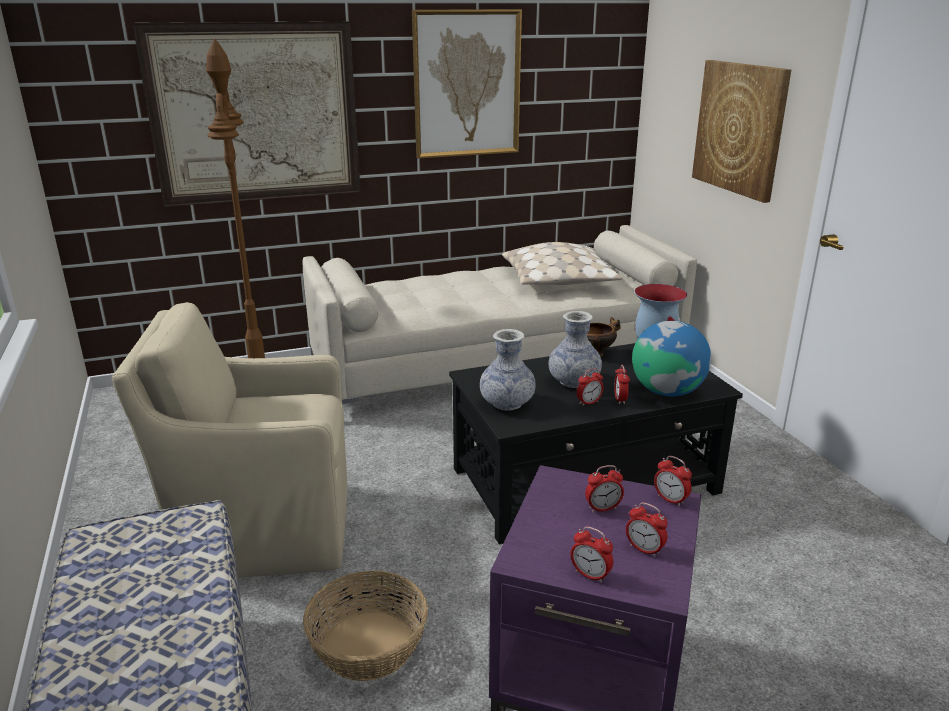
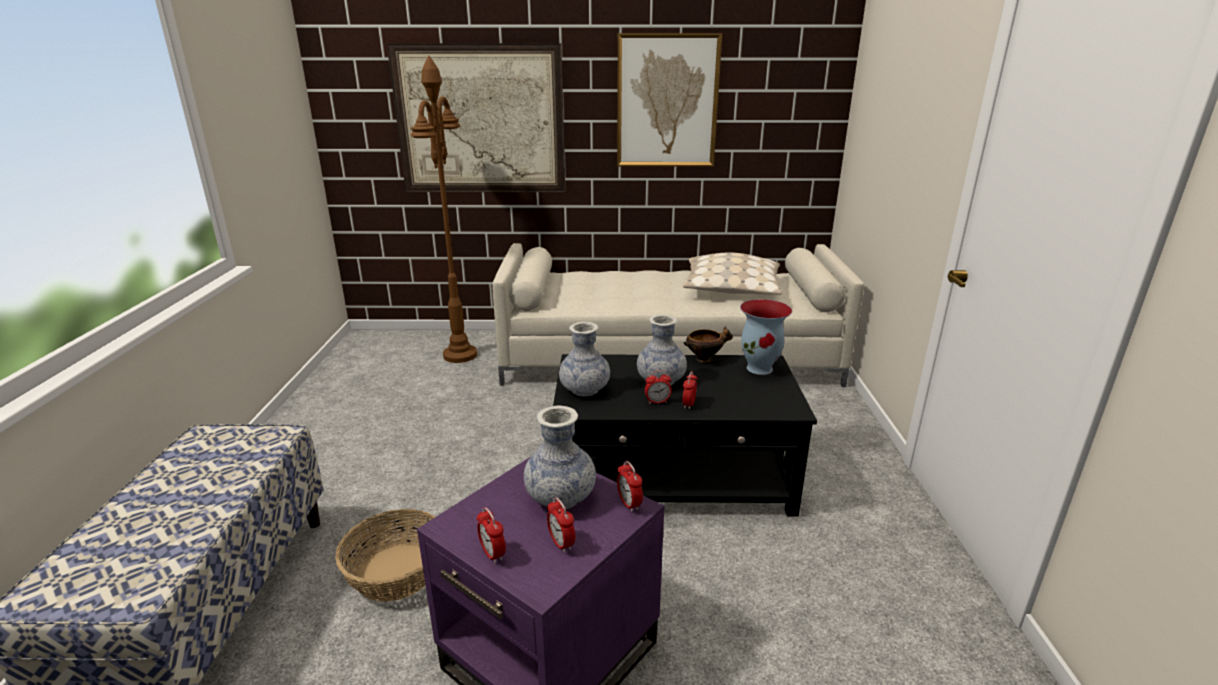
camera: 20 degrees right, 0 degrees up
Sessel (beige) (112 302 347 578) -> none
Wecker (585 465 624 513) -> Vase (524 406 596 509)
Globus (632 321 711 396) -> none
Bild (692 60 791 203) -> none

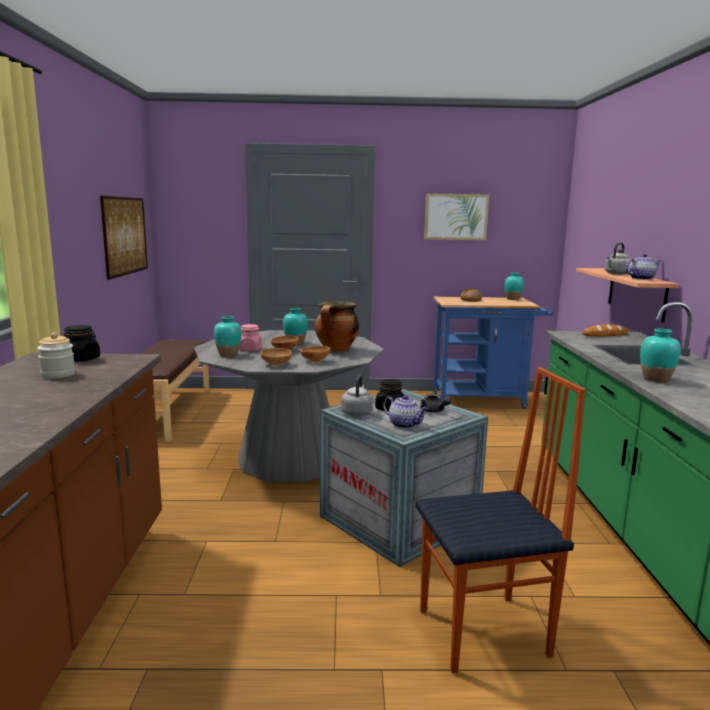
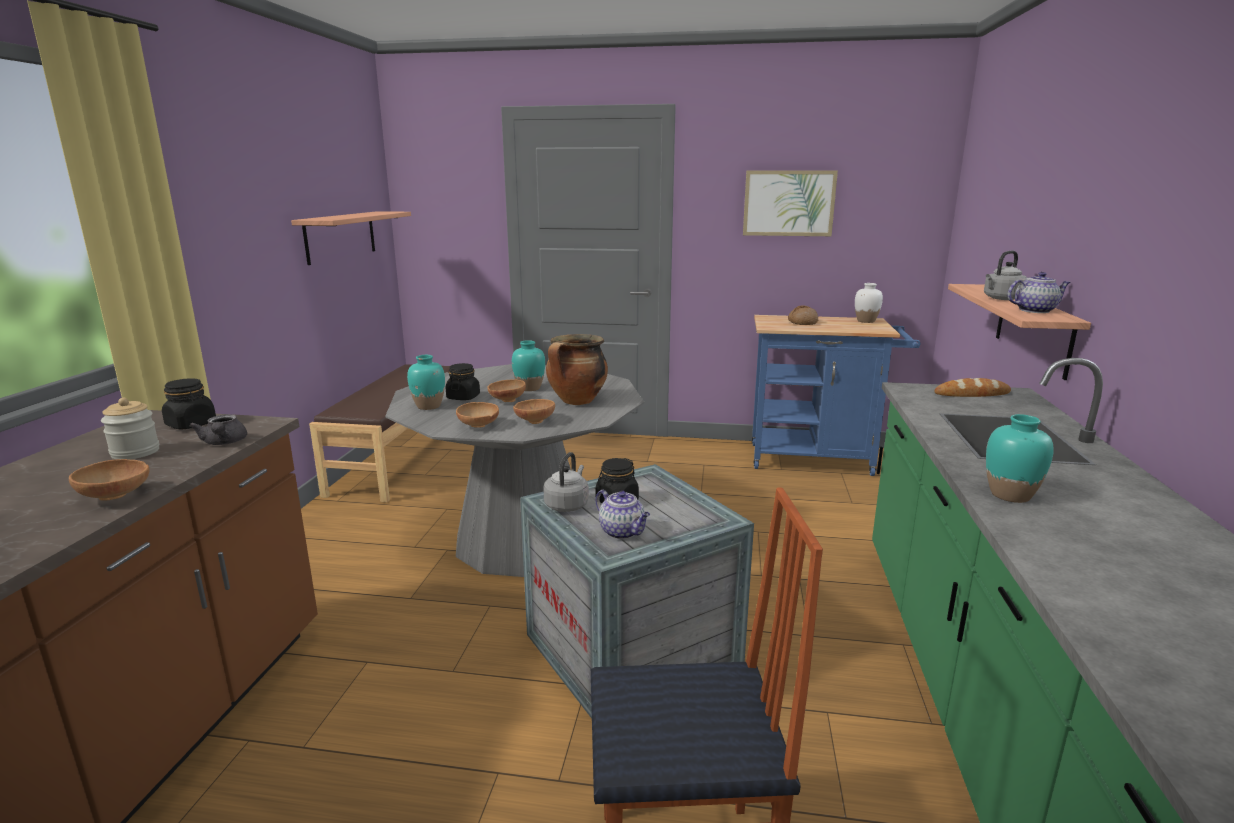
camera: 10 degrees right, 5 degrees up
Bild (100 196 148 280) -> Wandregal (291 211 411 265)
Vorratsglas (rosa) (239 324 262 351) -> Vorratsglas (schwarz) (446 363 480 400)
Teekanne (grau) (420 394 451 413) -> Teekanne (grau) (189 414 247 445), moved
Vase (türkis) (505 272 524 300) -> Vase (weiß) (855 283 883 323)
none -> Schüssel (braun) (69 459 149 500)

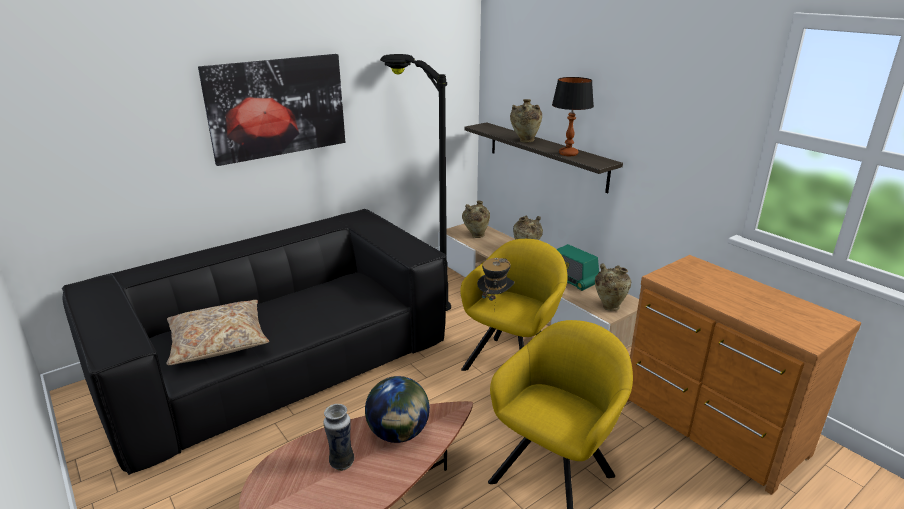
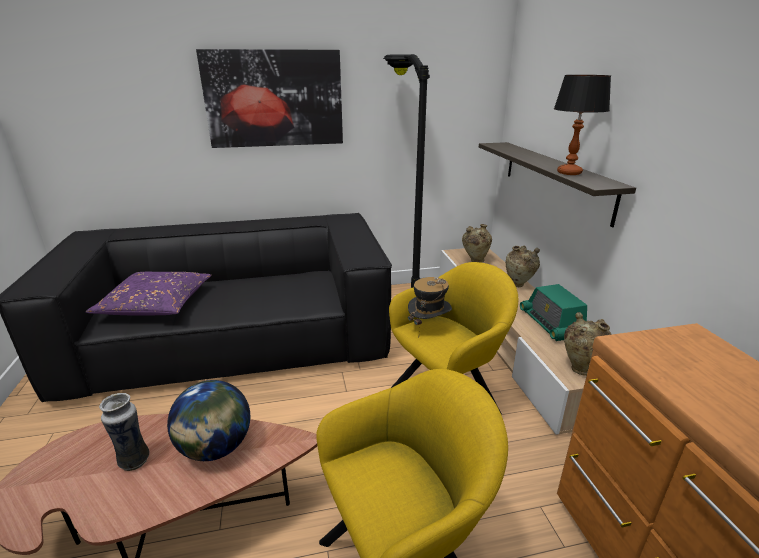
camera: 25 degrees right, 0 degrees up
Kissen (beige) (167 300 269 365) -> Kissen (lila) (86 272 212 316)
Vase (beige) (510 99 542 143) -> none

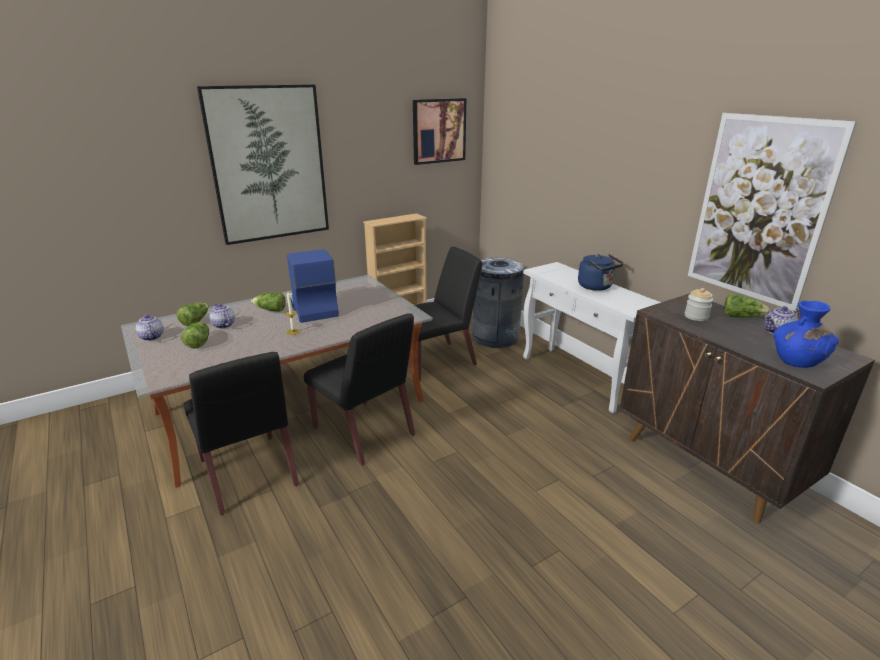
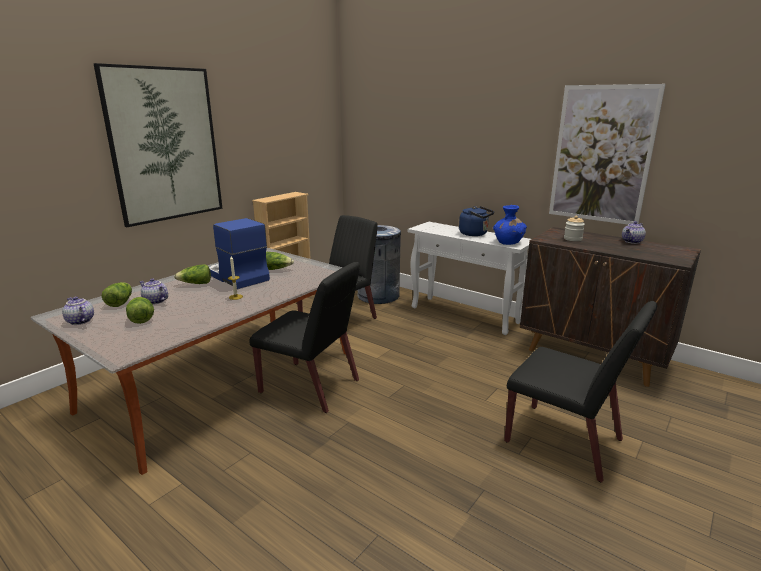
camera: 20 degrees left, 5 degrees down
Stuhl (schwarz) (184 352 299 515) -> Stuhl (schwarz) (504 301 657 482), moved
Bild (413 98 466 165) -> none
Salatkopf (724 293 771 317) -> Salatkopf (266 252 294 270), moved
Vase (blau) (773 300 839 368) -> Vase (blau) (493 205 527 245), moved

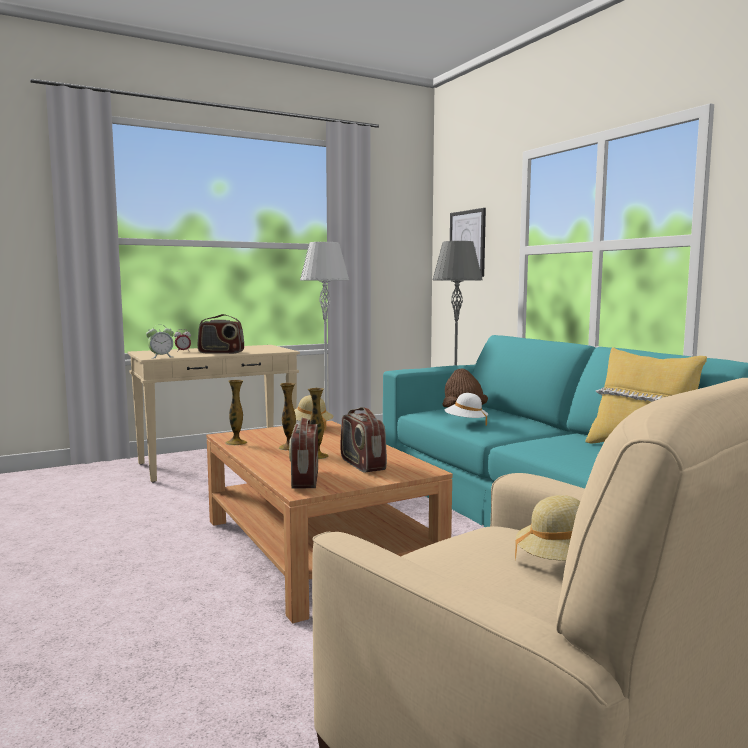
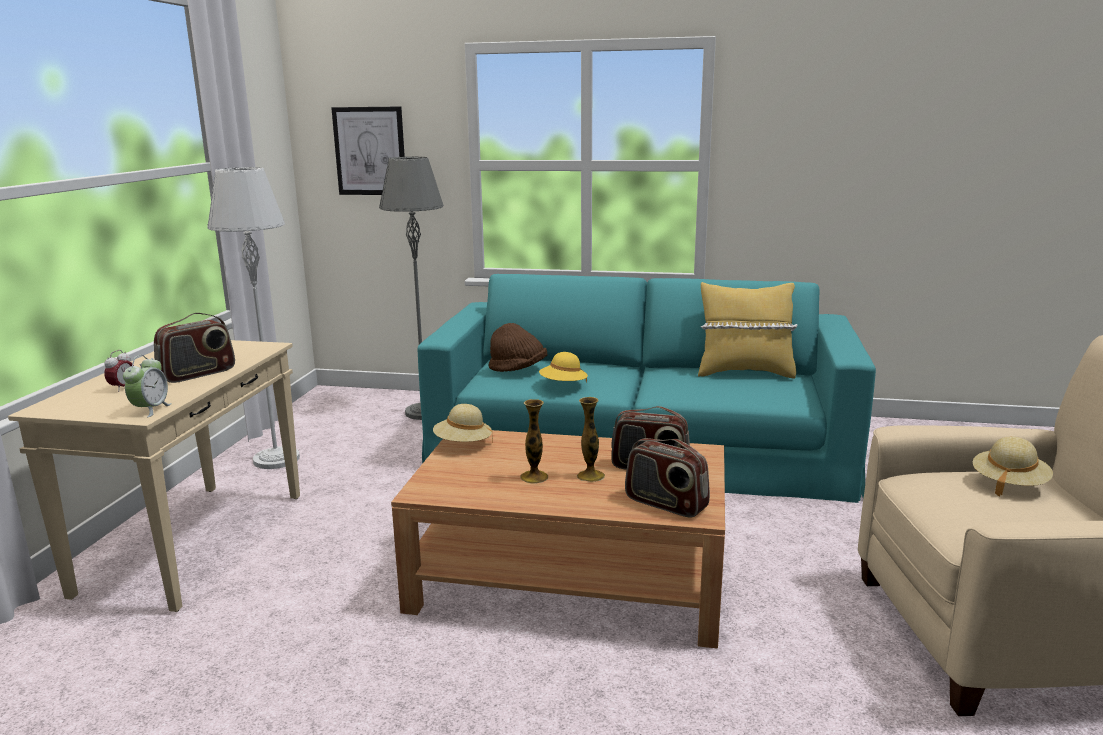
camera: 50 degrees left, 10 degrees up
Vase (225 380 247 445) -> none
Hut (weiß) (445 393 488 426) -> Hut (gelb) (539 352 588 383)

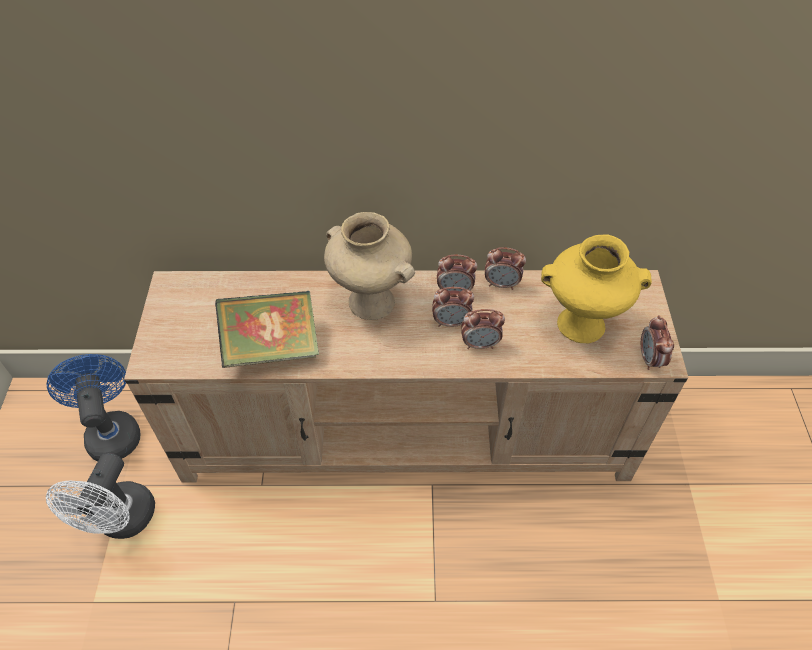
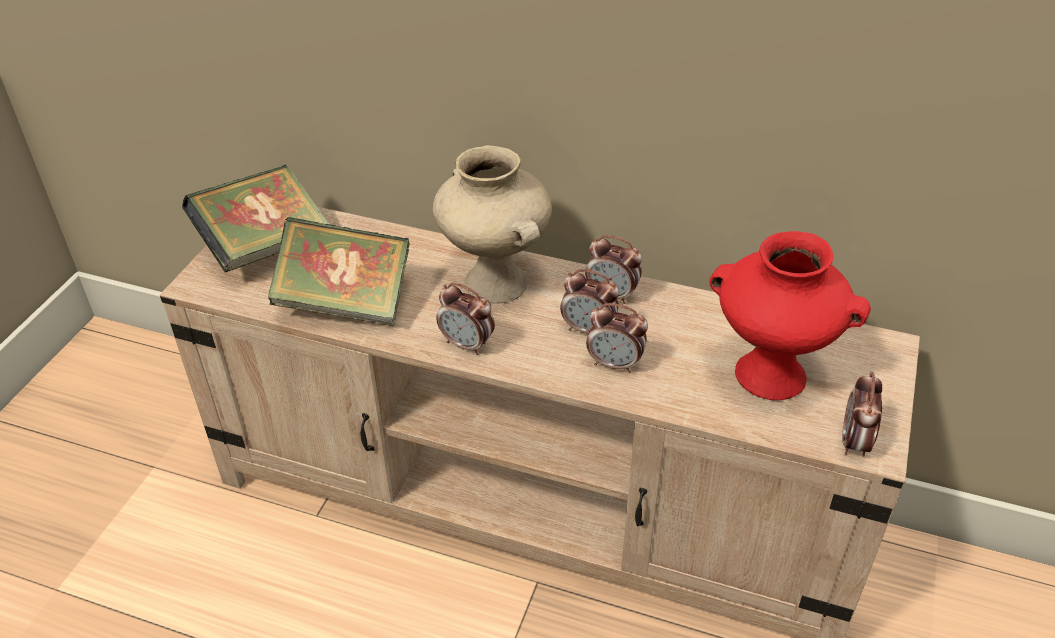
camera: 20 degrees right, 10 degrees down
Ventilator (blau) (46 354 141 461) -> none
Ventilator (weiß) (46 453 155 539) -> none
Wecker (485 247 526 290) -> Wecker (436 283 495 355), moved
Vase (gelb) (541 235 652 343) -> Vase (rot) (709 231 871 400)
none -> Buch (182 165 330 272)

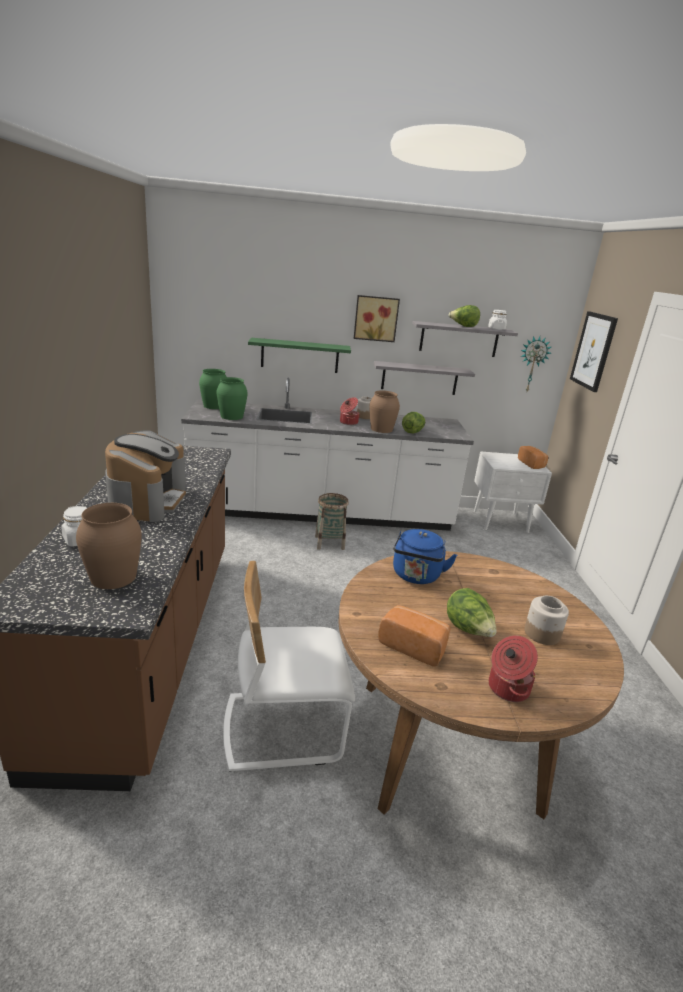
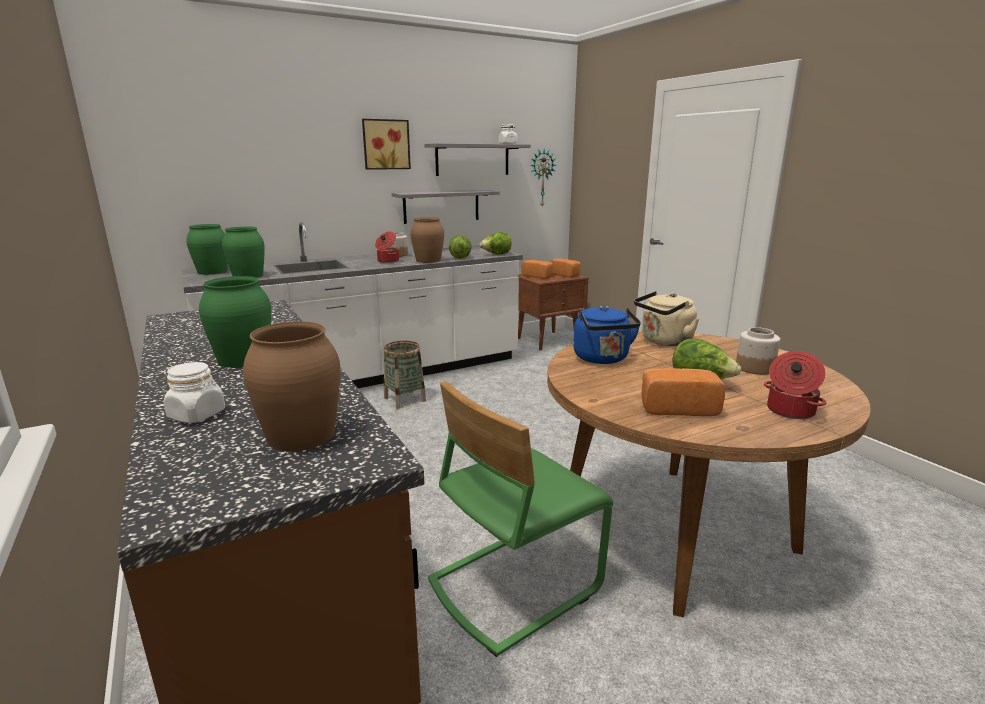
camera: 25 degrees left, 5 degrees down
Kaffeemaschine (105 430 186 522) -> Vase (grün) (199 276 271 368)
Stuhl (weiß) (223 561 355 772) -> Stuhl (grün) (428 381 613 657)
Wandregal (grün) (248 338 351 373) -> none
Salatkopf (449 305 480 327) -> Salatkopf (479 232 512 255), moved
Nachttisch (weiß) (474 451 552 533) -> Nachttisch (braun) (517 274 588 350)
Bild (570 311 618 392) -> none
none -> Brot (521 260 553 279)
none -> Wasserkessel (beige) (634 291 699 346)

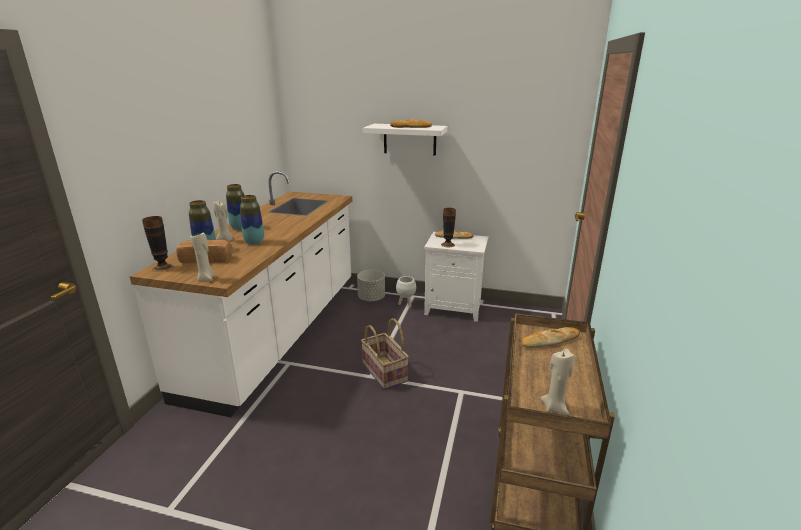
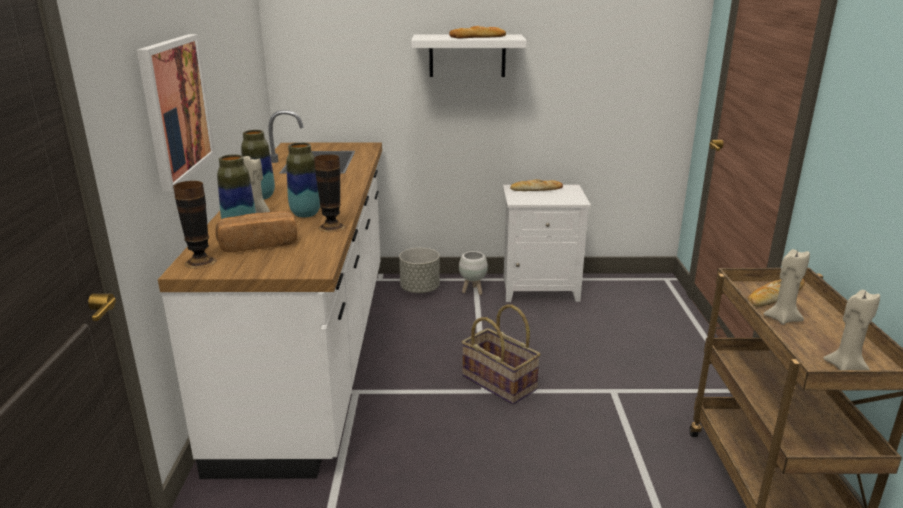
camera: 15 degrees left, 0 degrees up
Kerze (beige) (190 232 215 282) -> Kerze (beige) (763 249 810 325), moved
Vase (441 208 456 247) -> Vase (314 154 346 232), moved
none -> Bild (137 34 215 192)

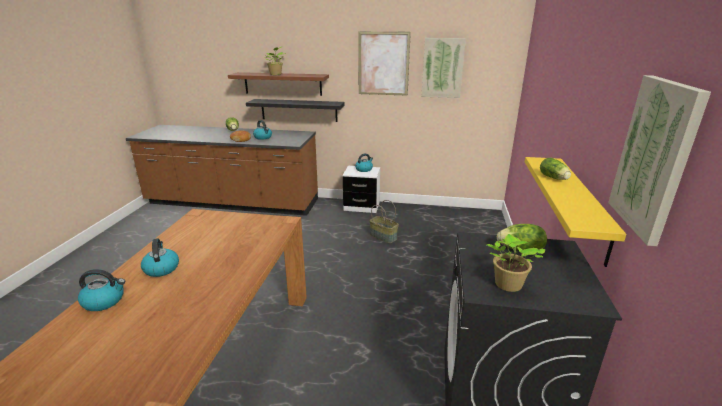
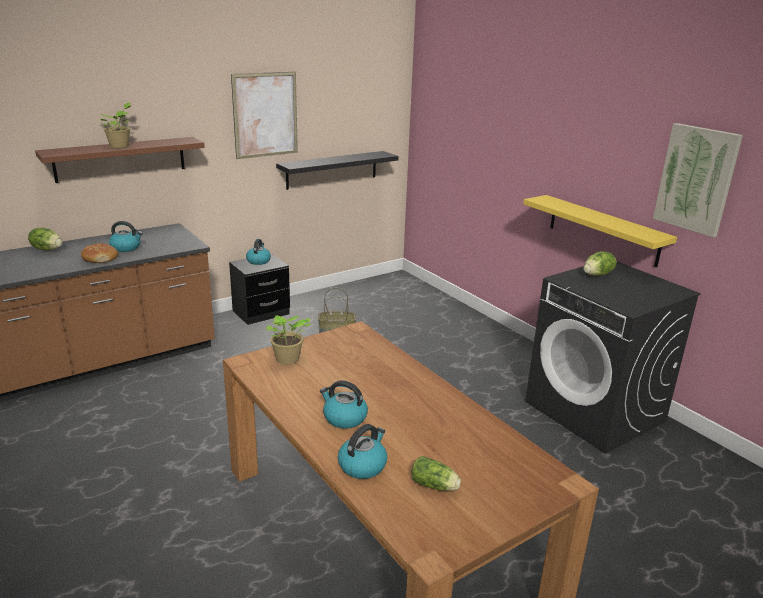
camera: 45 degrees left, 0 degrees up
Wandregal (schwarz) (246 99 345 122) -> Wandregal (schwarz) (276 151 399 190), moved
Nachttisch (weiß) (343 166 380 213) -> Nachttisch (schwarz) (229 254 290 325)
Bild (421 38 466 98) -> none
Topfpflanze (487 234 545 292) -> Topfpflanze (266 315 311 364), moved
Salatkopf (540 158 571 180) -> Salatkopf (411 456 461 491), moved

